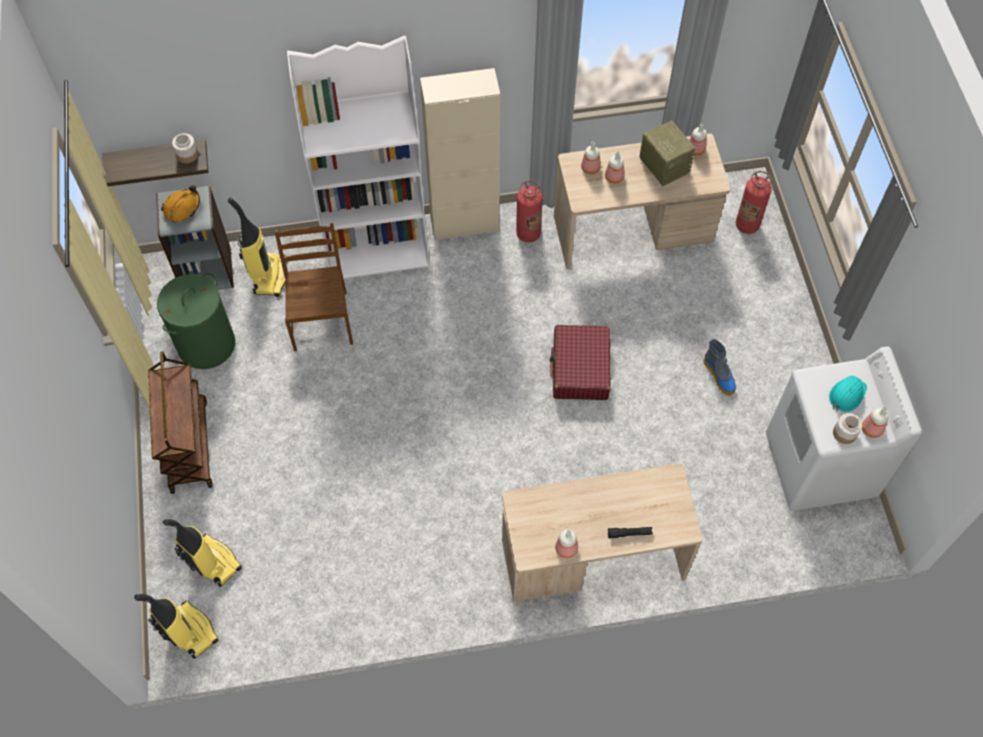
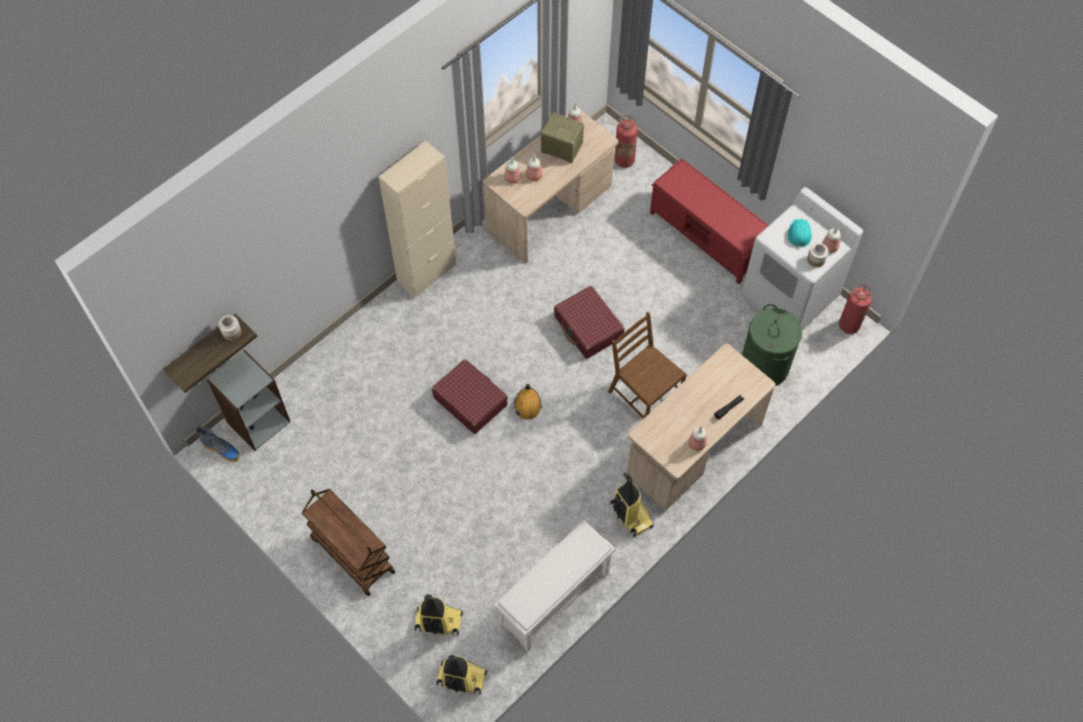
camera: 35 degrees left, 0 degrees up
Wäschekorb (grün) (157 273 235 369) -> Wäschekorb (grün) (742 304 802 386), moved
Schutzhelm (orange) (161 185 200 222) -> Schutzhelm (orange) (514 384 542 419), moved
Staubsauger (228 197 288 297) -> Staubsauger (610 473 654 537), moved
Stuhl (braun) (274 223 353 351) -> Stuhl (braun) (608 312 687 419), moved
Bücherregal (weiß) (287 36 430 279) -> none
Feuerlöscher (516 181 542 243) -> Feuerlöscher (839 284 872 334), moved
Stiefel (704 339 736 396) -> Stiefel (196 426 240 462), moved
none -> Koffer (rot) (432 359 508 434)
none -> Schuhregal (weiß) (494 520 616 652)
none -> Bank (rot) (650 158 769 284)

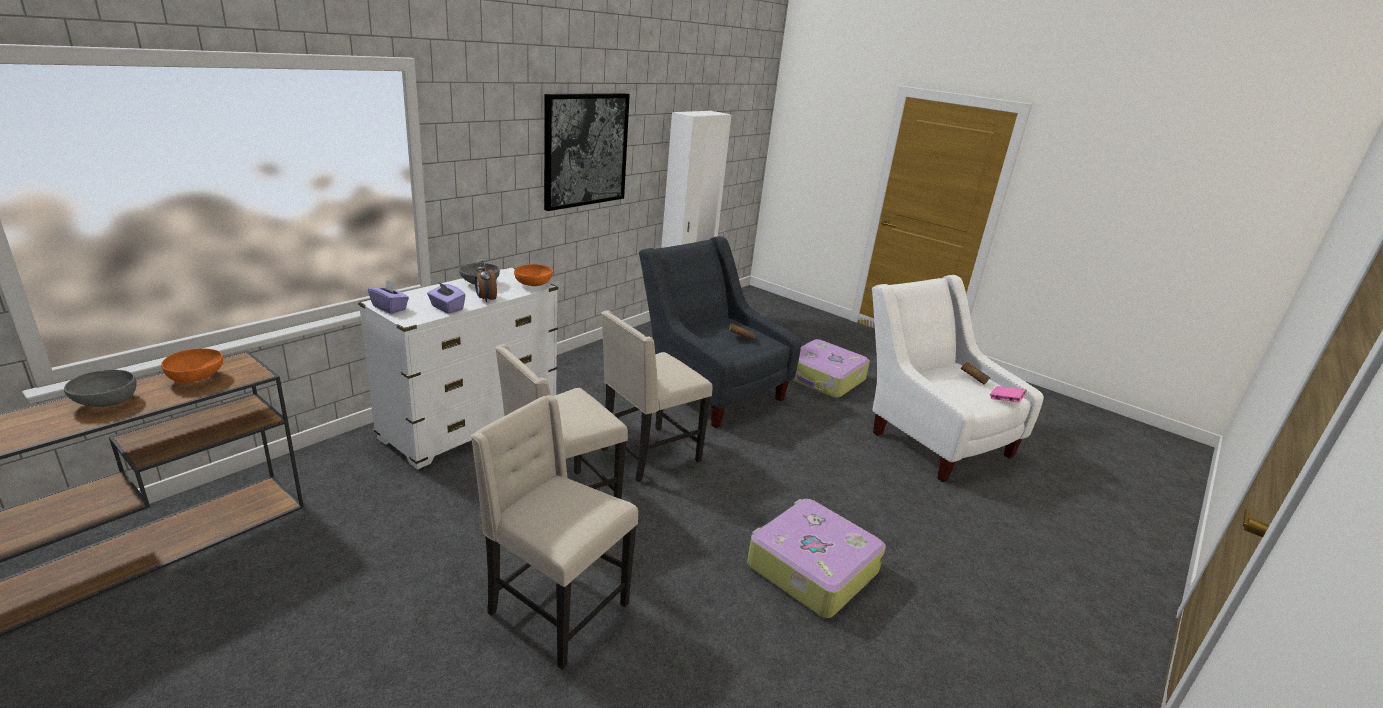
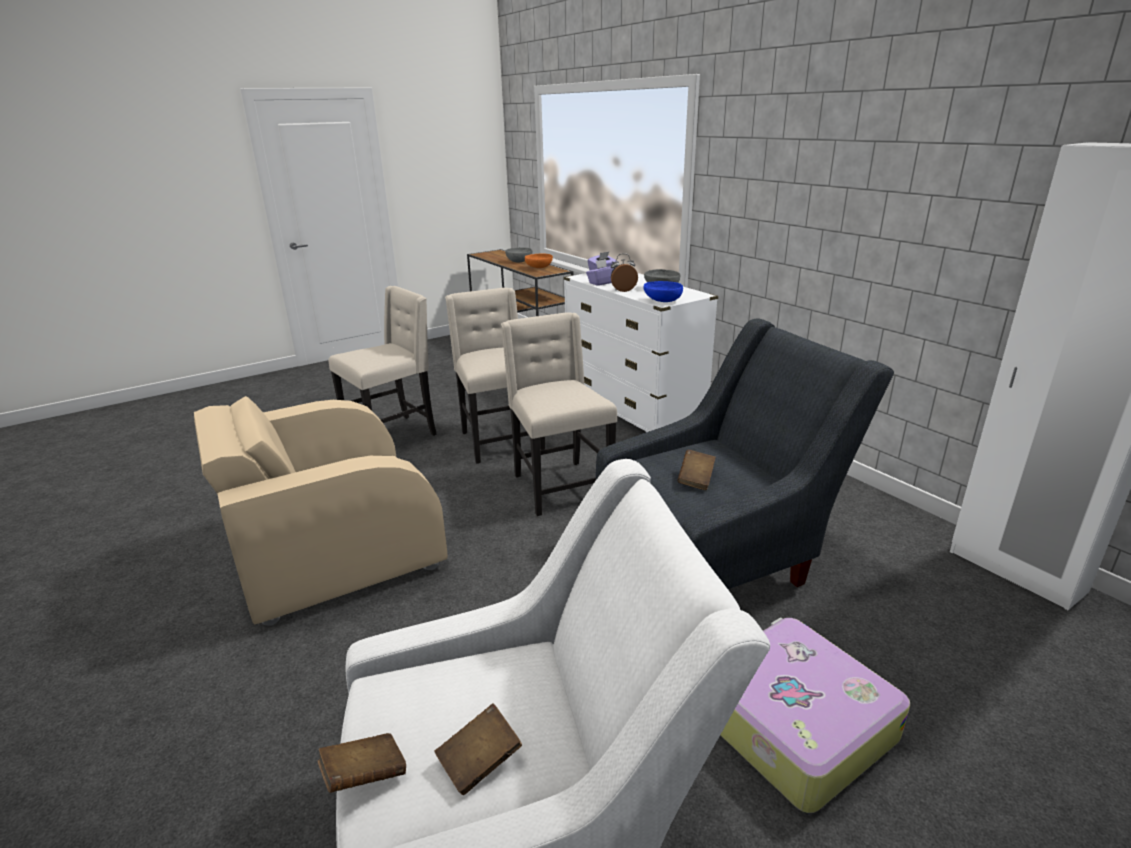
camera: 110 degrees right, 0 degrees up
Schüssel (orange) (514 264 553 286) -> Schüssel (blau) (643 281 683 302)
Bild (544 93 630 211) -> none
Koffer (747 499 886 618) -> Sessel (beige) (194 396 448 625)
Buch (rosa) (990 386 1027 402) -> Buch (braun) (318 733 406 793)

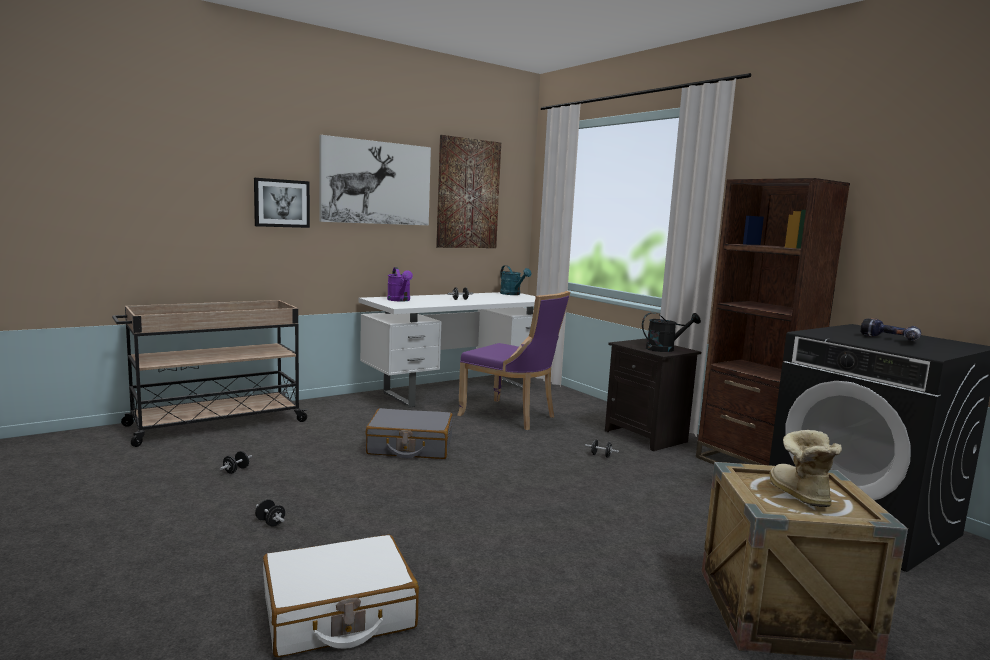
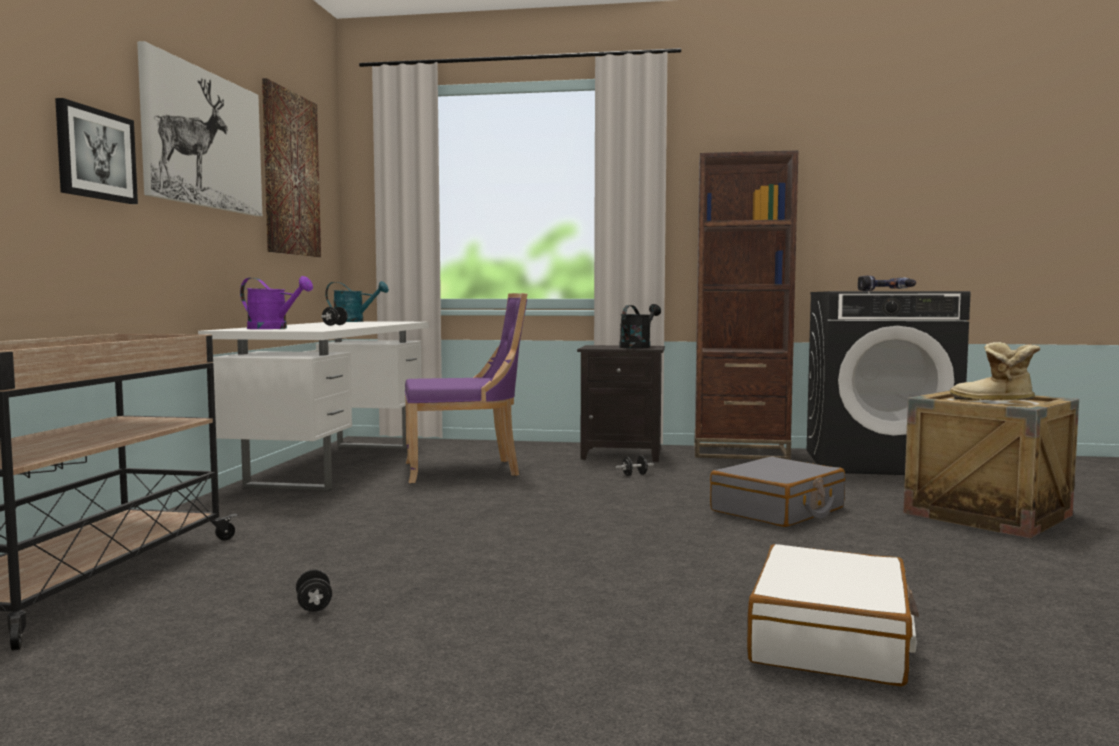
camera: 45 degrees left, 5 degrees down
Hantel (schwarz) (255 499 285 527) -> none
Koffer (grau) (365 408 453 459) -> Koffer (grau) (710 457 845 527), moved

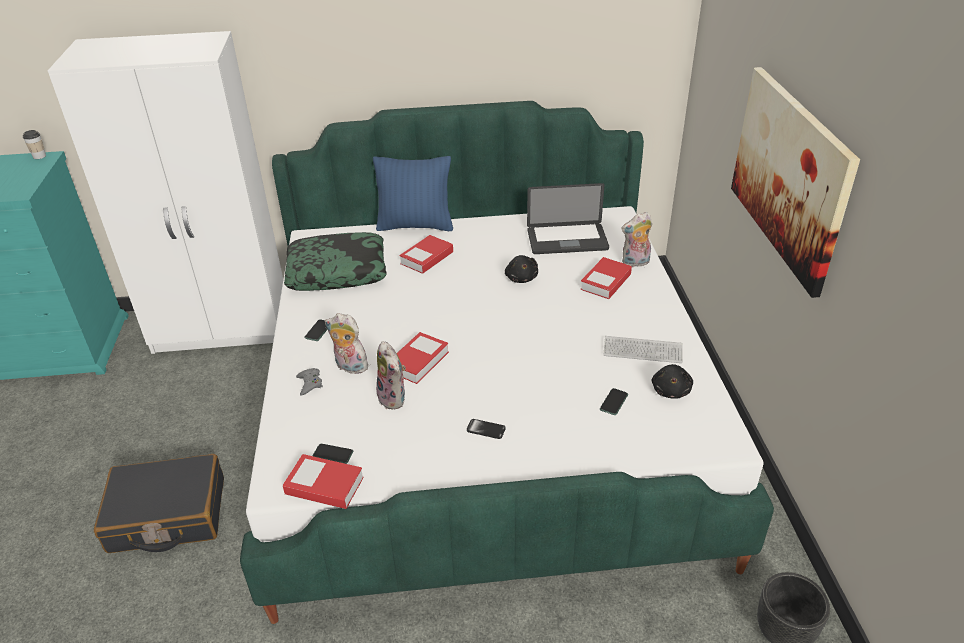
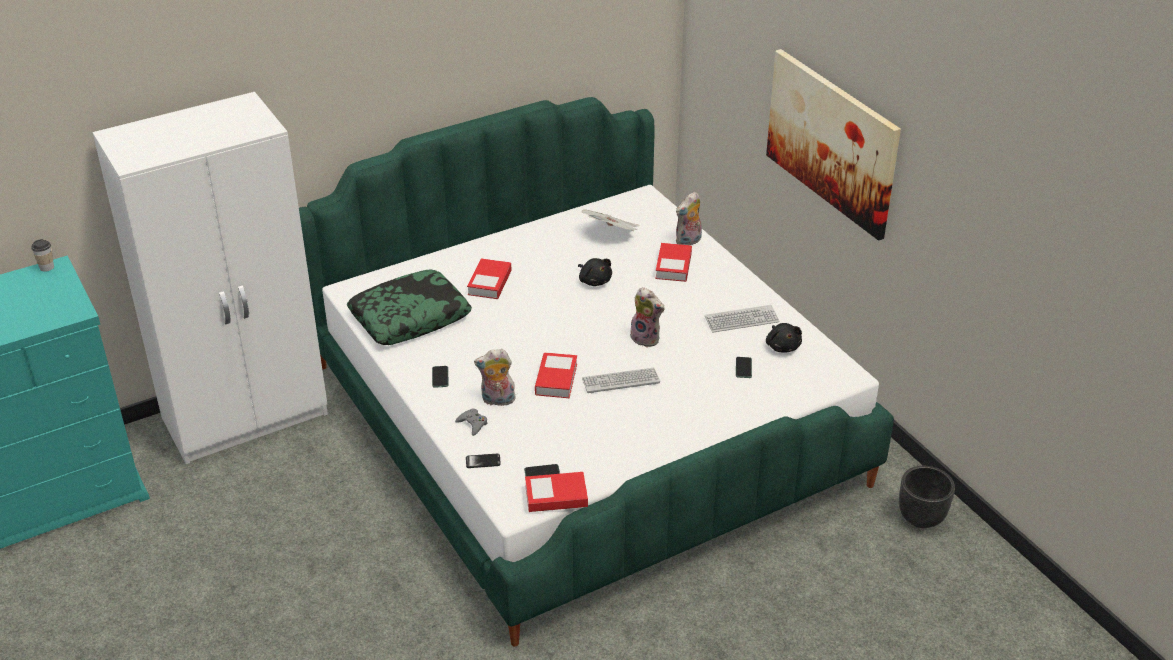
camera: 25 degrees left, 0 degrees up
Koffer (schwarz) (94 454 224 553) -> none
Kissen (blau) (373 156 453 231) -> none
Plüschtier (376 341 406 410) -> Plüschtier (630 287 665 347), moved
Handy (467 419 506 439) -> Handy (466 454 501 468), moved
Laptop (527 183 609 254) -> Zeitung (582 209 639 231)
none -> Tastatur (582 368 660 393)

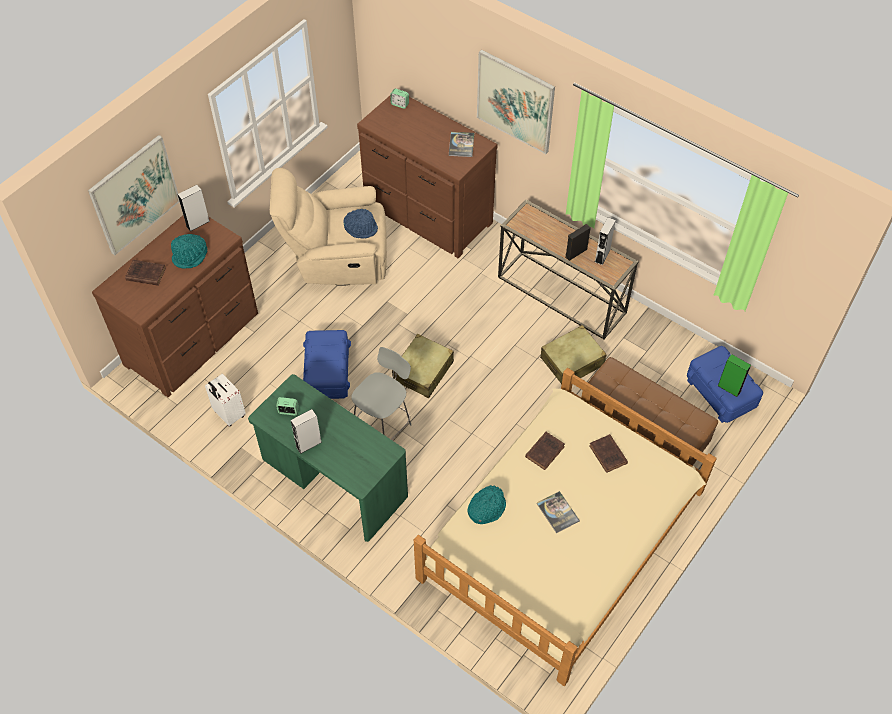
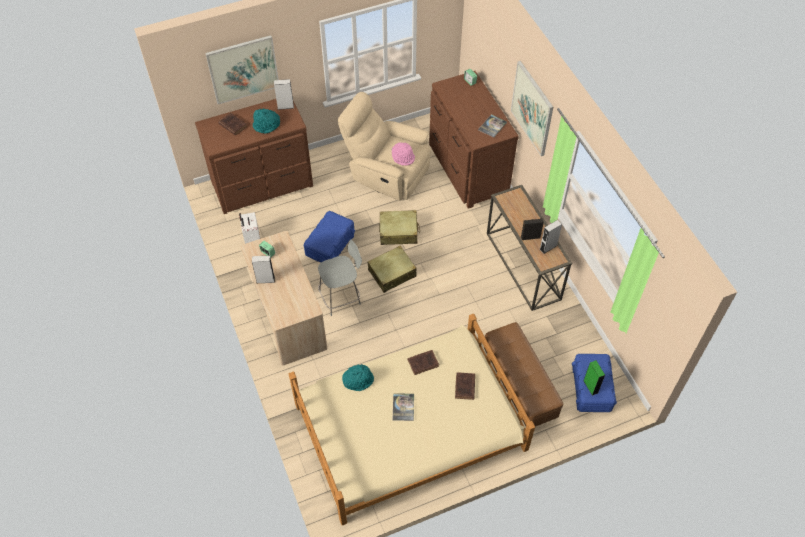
camera: 30 degrees right, 0 degrees up
Schreibtisch (grün) (248 374 408 542) -> Schreibtisch (beige) (241 231 327 365)
Hut (blau) (344 209 378 239) -> Hut (rosa) (392 142 415 166)
Koffer (beige) (540 325 607 385) -> Koffer (beige) (379 210 420 245), moved

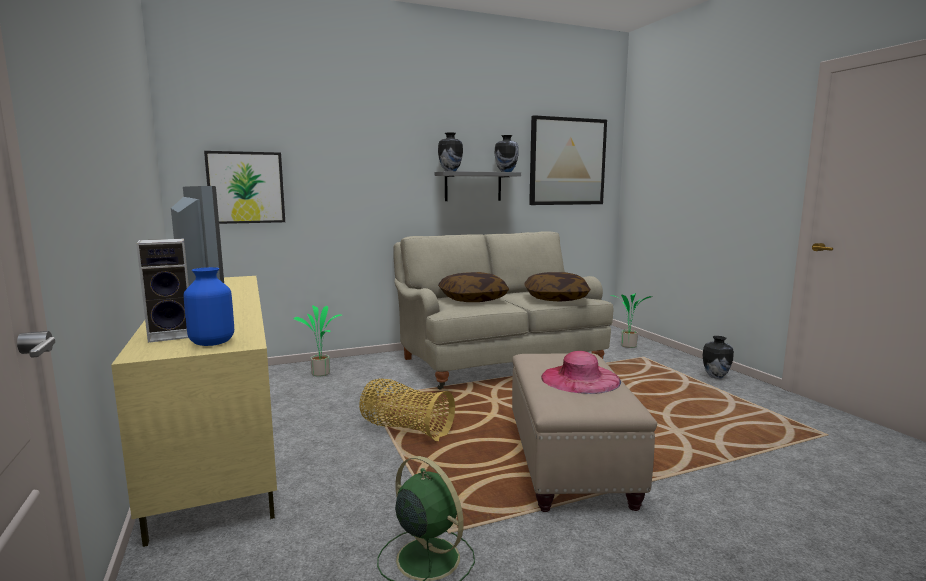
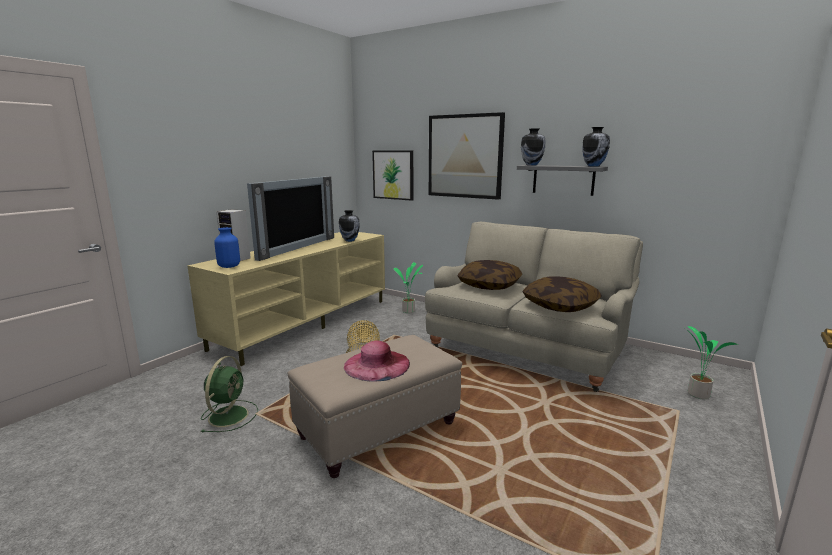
camera: 55 degrees right, 5 degrees up
Bild (529 115 607 205) -> Bild (429 112 505 200), moved
Vase (703 336 734 379) -> Vase (339 210 360 242), moved

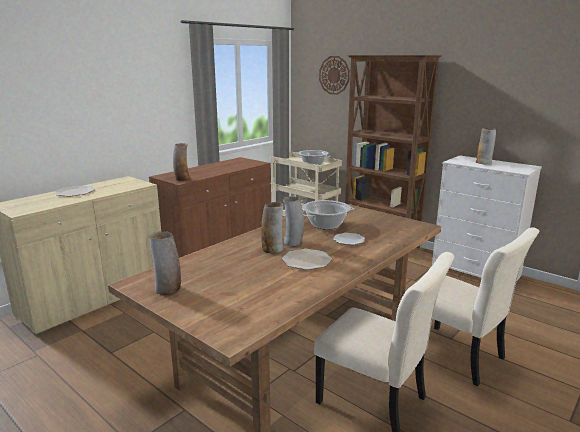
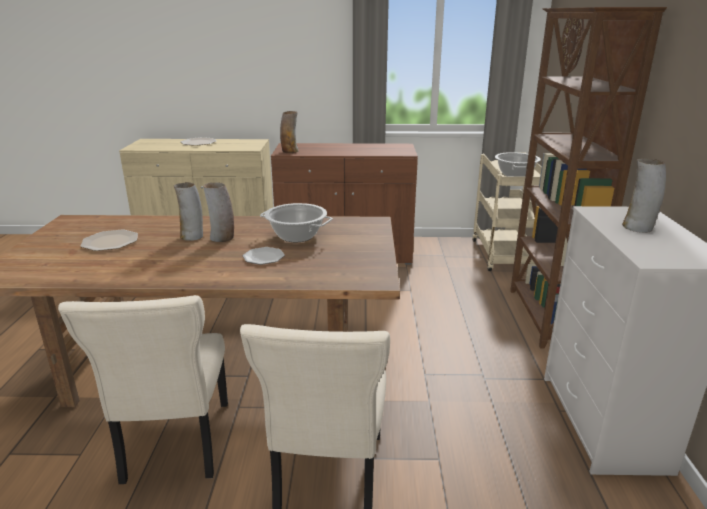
camera: 50 degrees right, 5 degrees up
Vase (149 231 181 295) -> none
Teller (282 249 332 270) -> Teller (81 230 138 251), moved

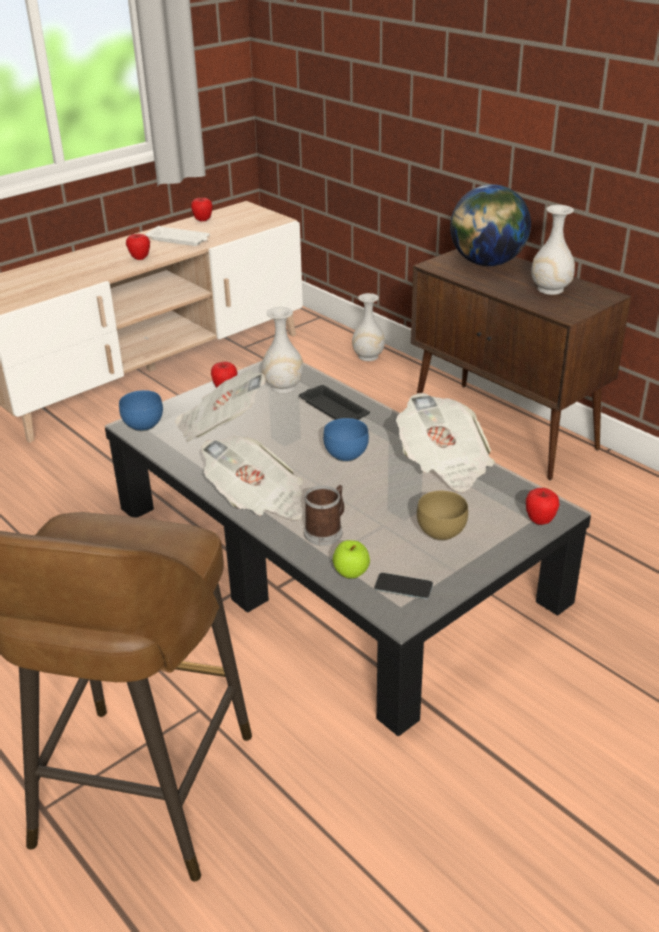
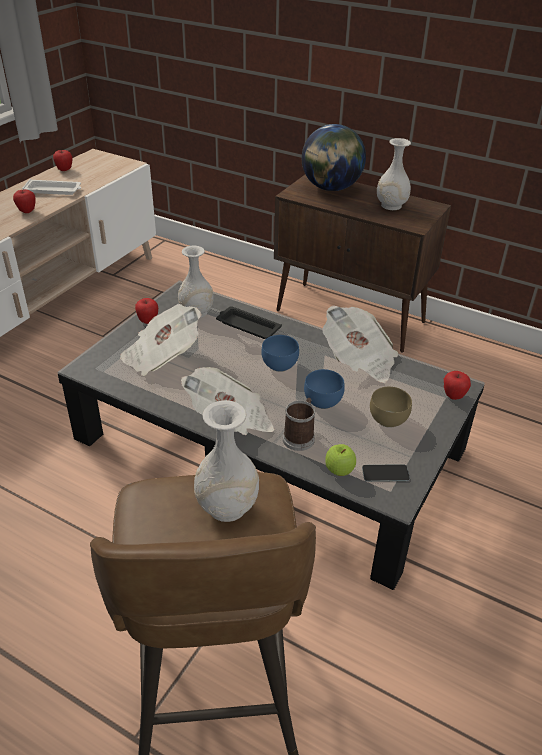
camera: 20 degrees left, 5 degrees up
Schüssel (blau) (119 390 163 431) -> Schüssel (blau) (304 369 345 409), moved
Vase (weiß) (352 293 385 361) -> Vase (weiß) (194 400 259 522), moved

